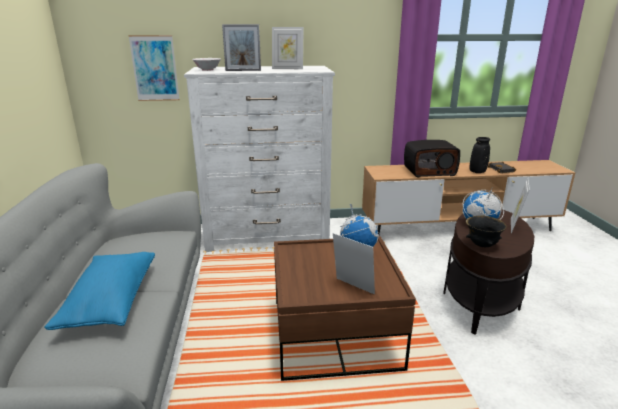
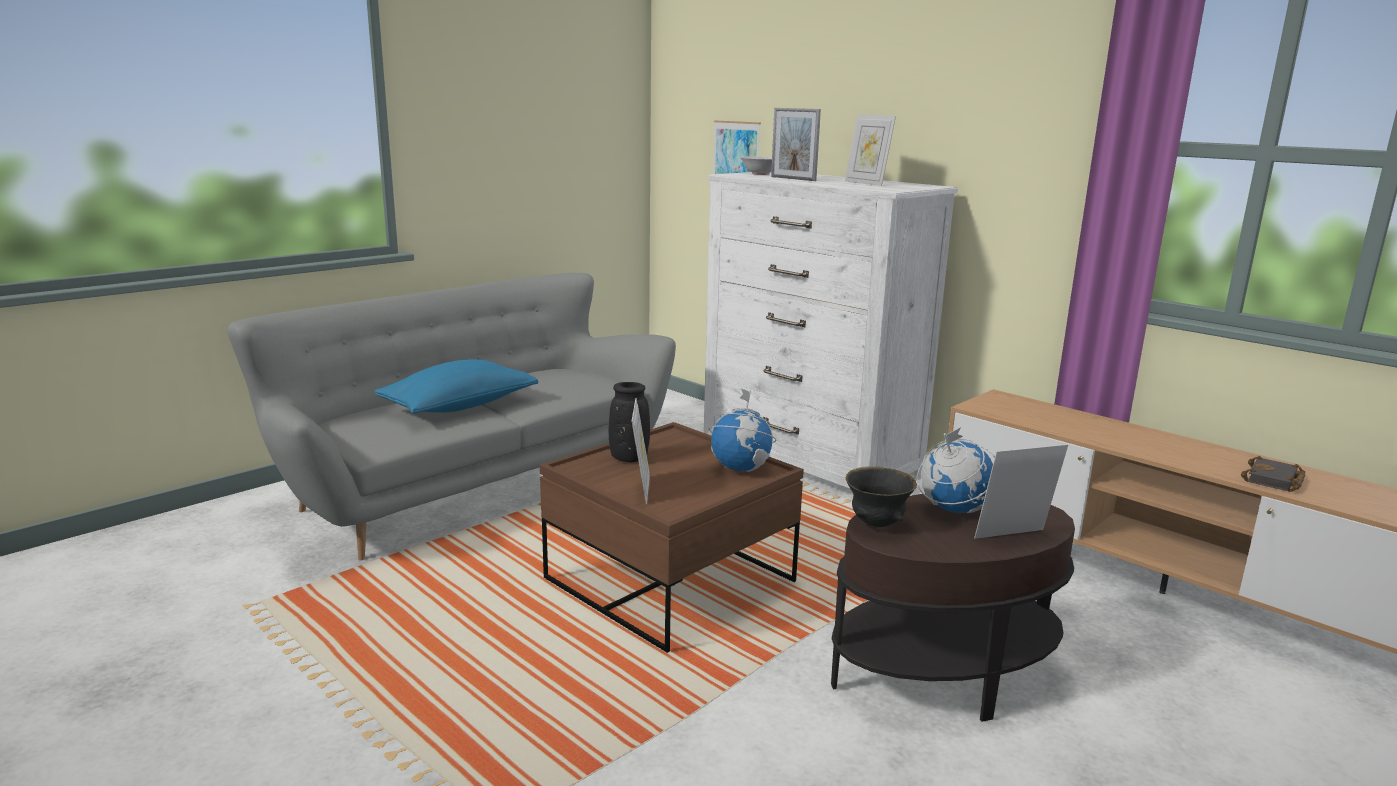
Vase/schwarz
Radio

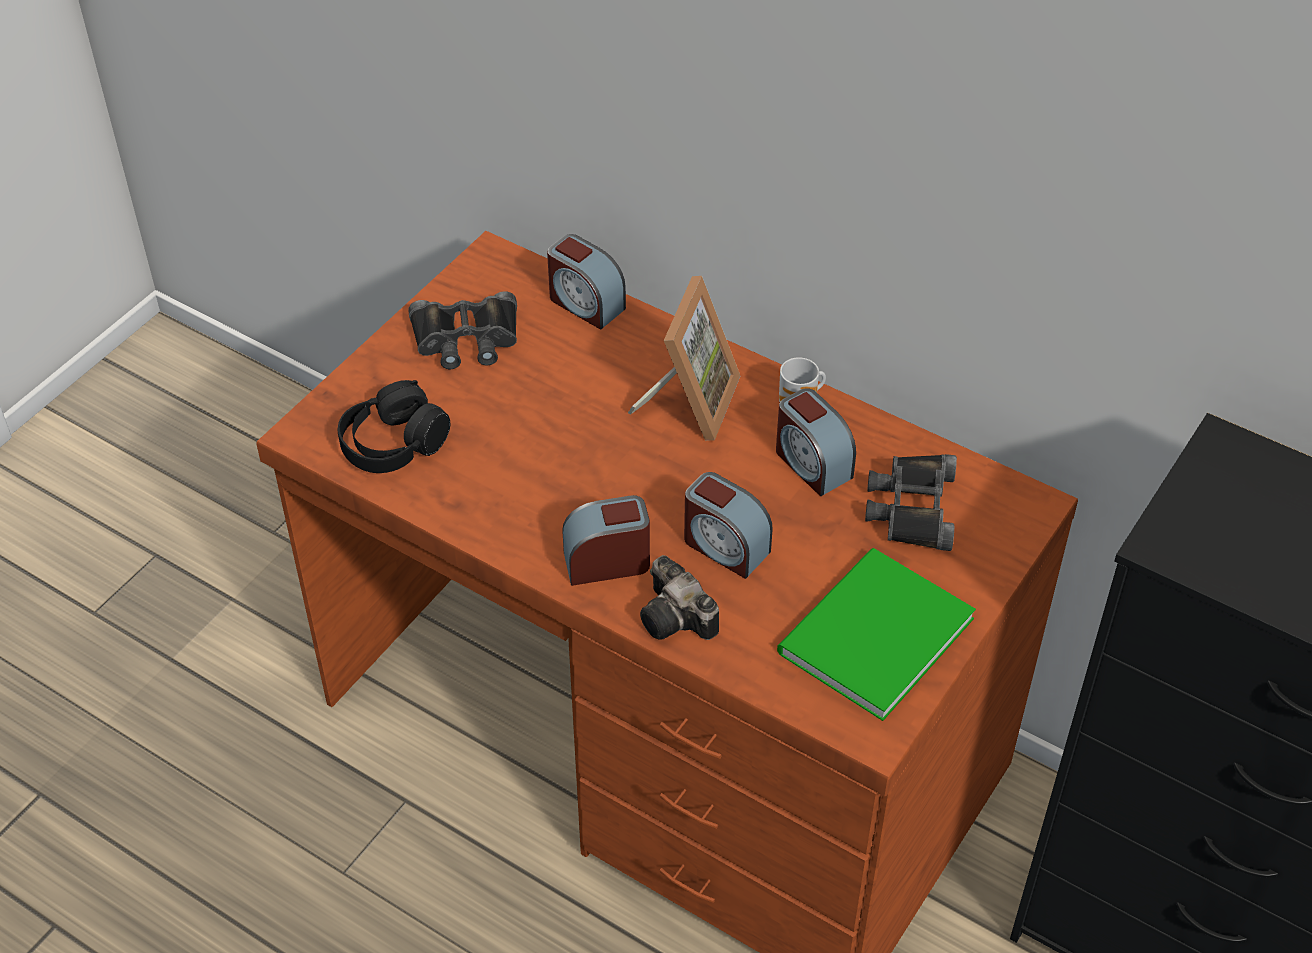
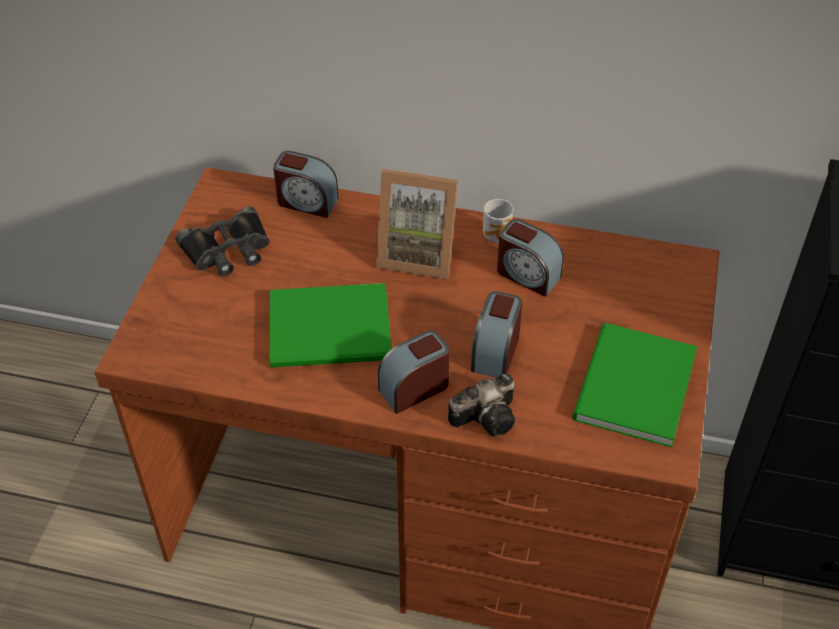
Buch/grün (1st from left)
Bilderrahmen
Kamera
Wecker (3rd from left)
Kopfhörer/schwarz
Fernglas/schwarz (2nd from left in the first image)

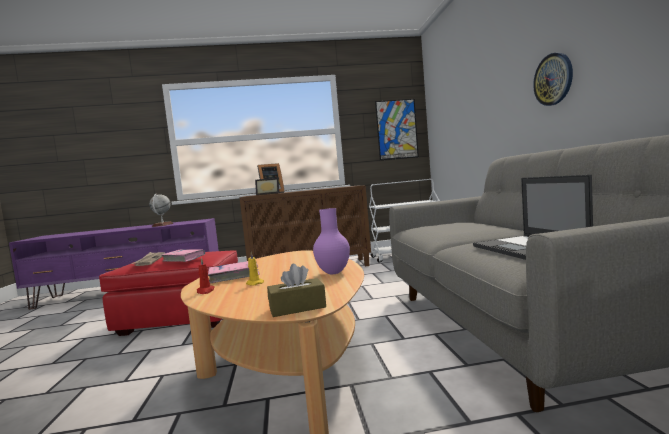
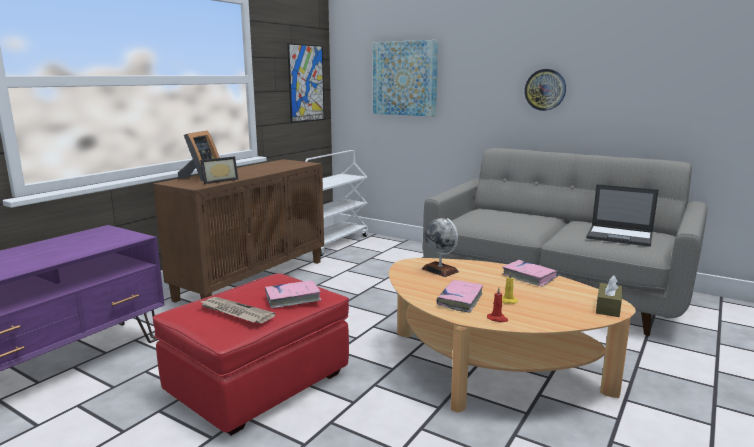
Bild (2nd from left)
Globus
Buch/rosa (3rd from left)

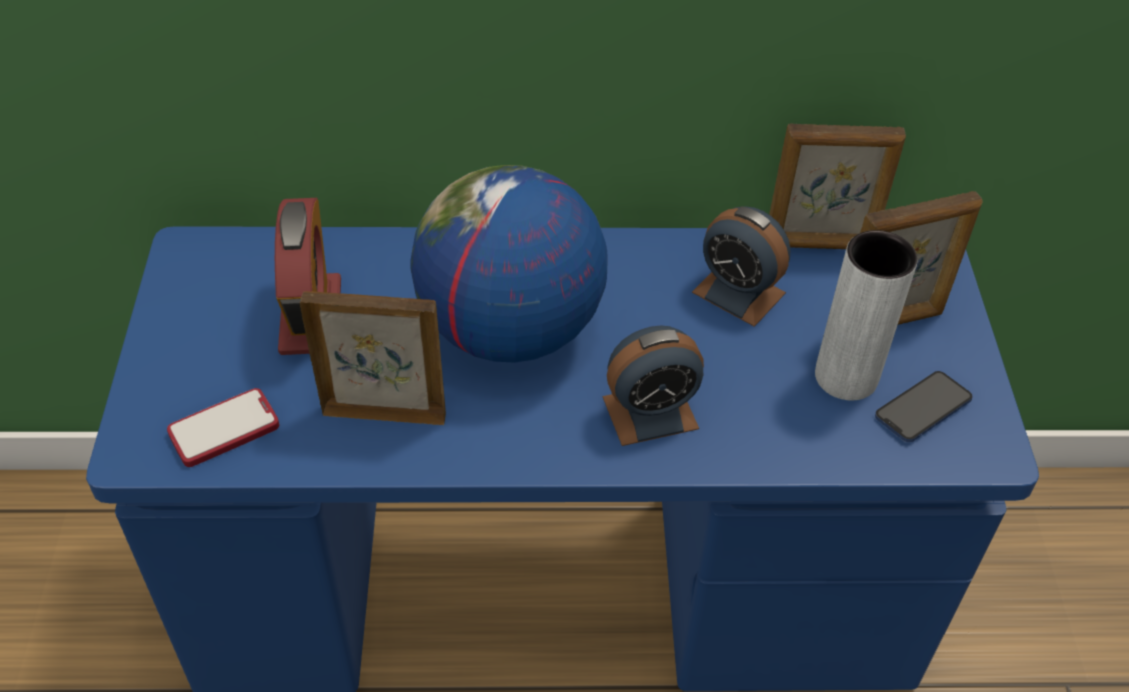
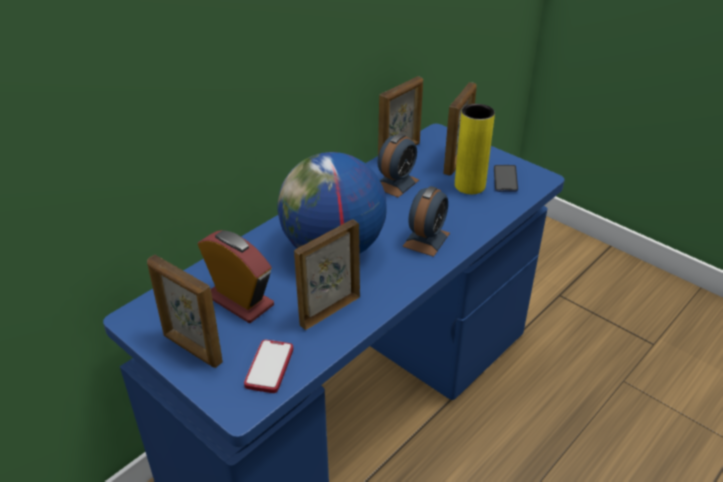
Bilderrahmen (1st from left)
Wecker (2nd from left)
Vase/gelb

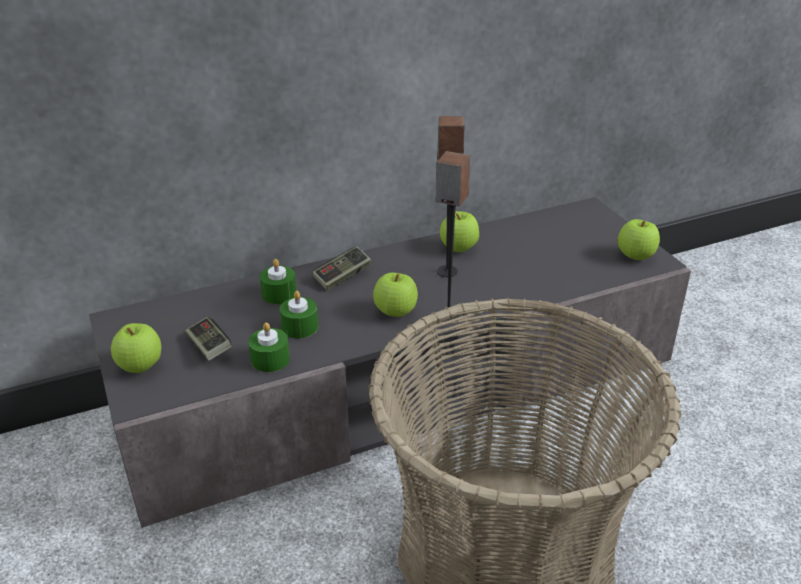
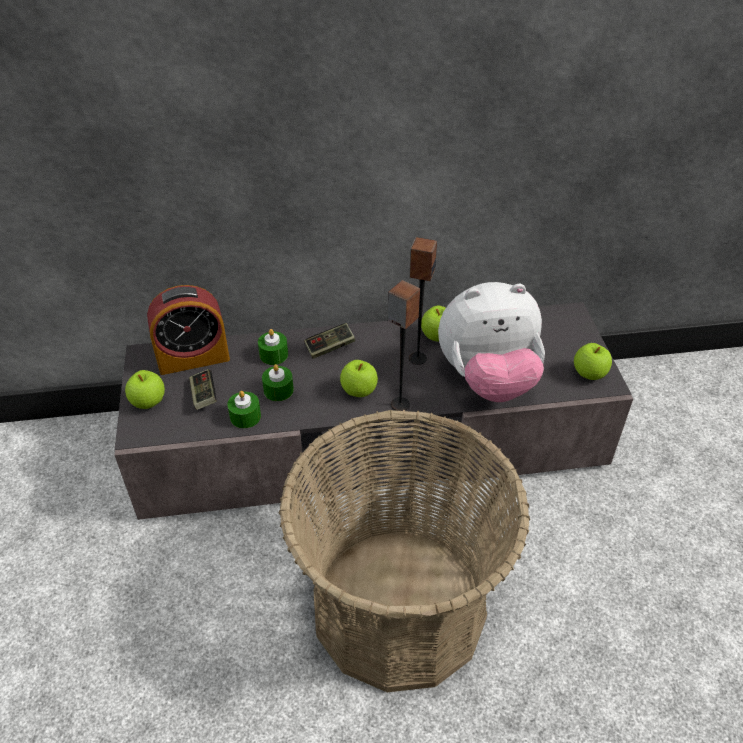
Wecker
Plüschtier

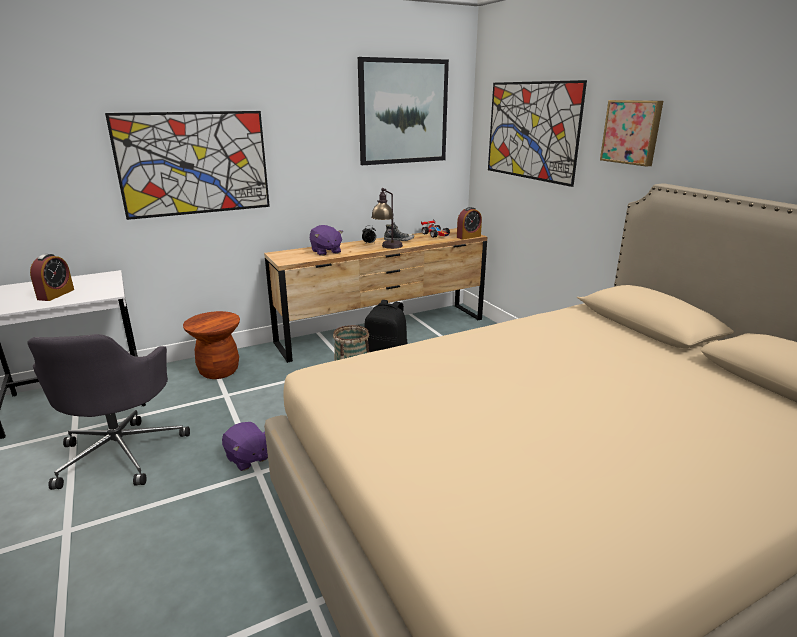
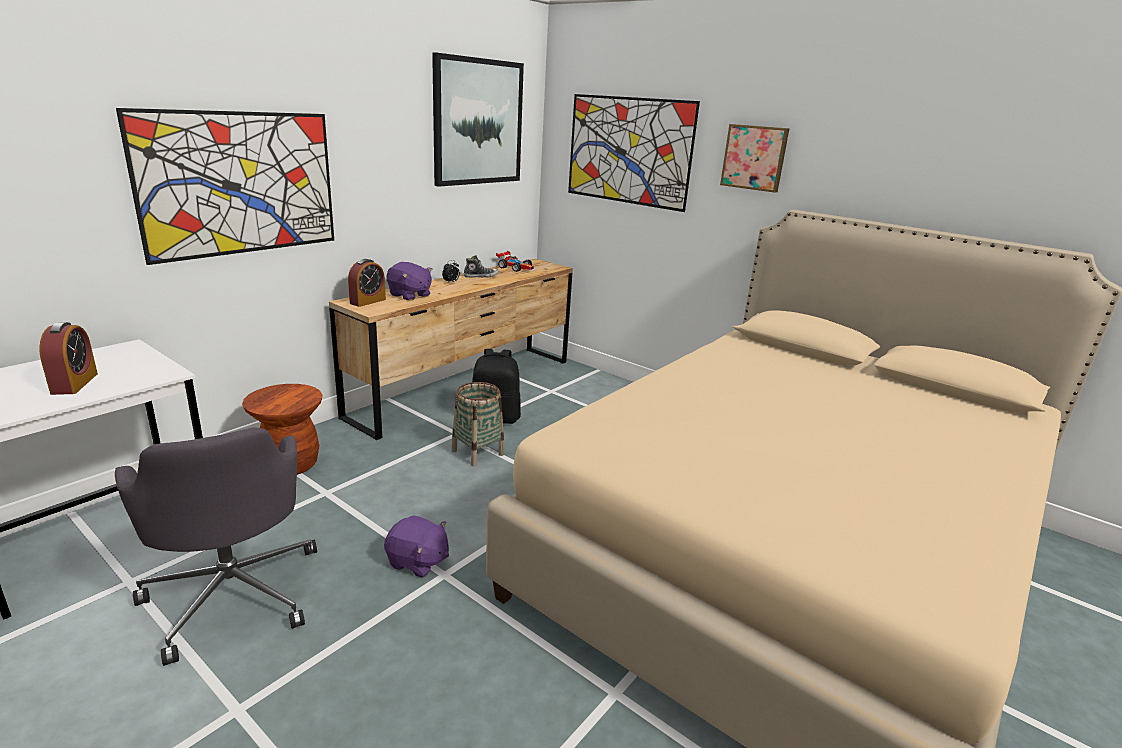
Wecker (2nd from left)
Tischlampe

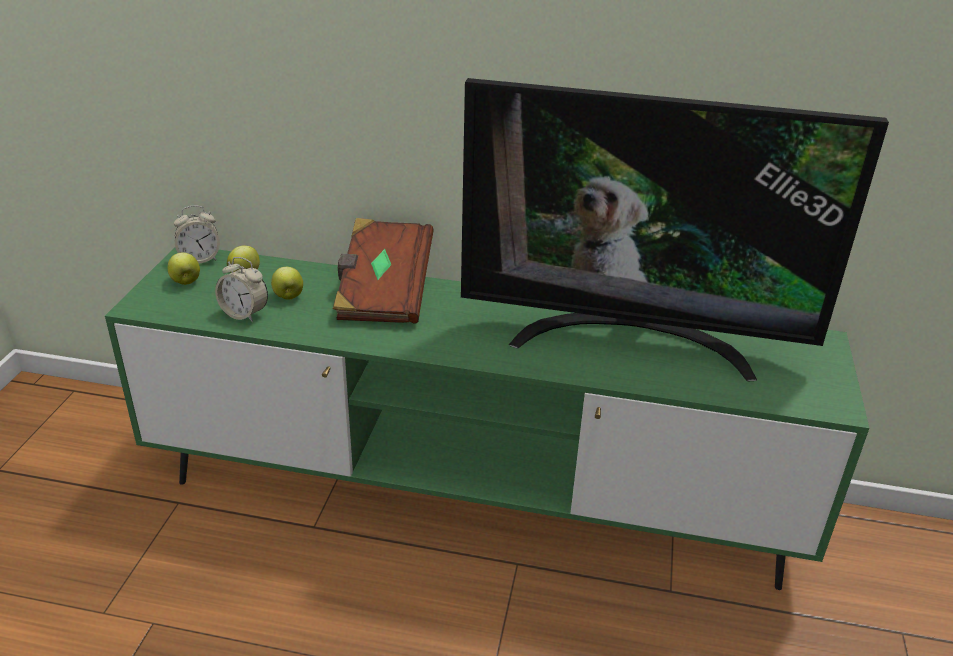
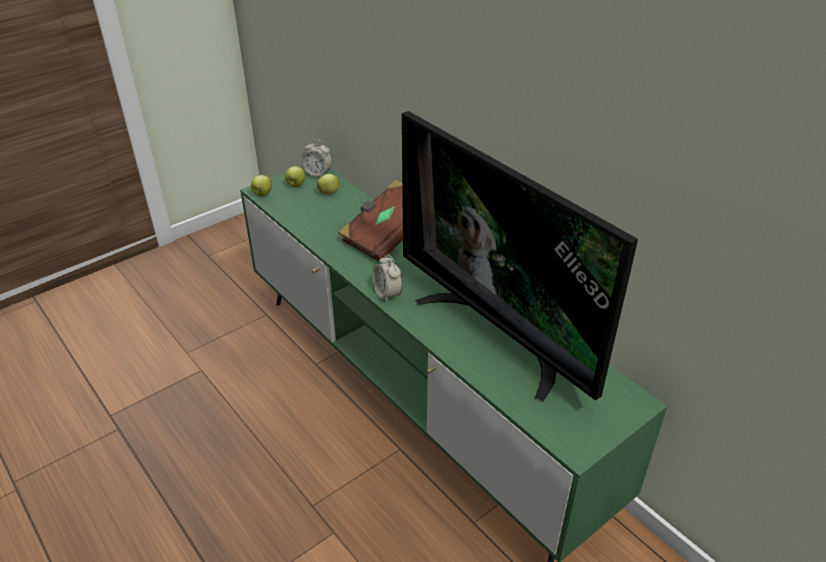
Apfel (1st from left)
Wecker (2nd from left)

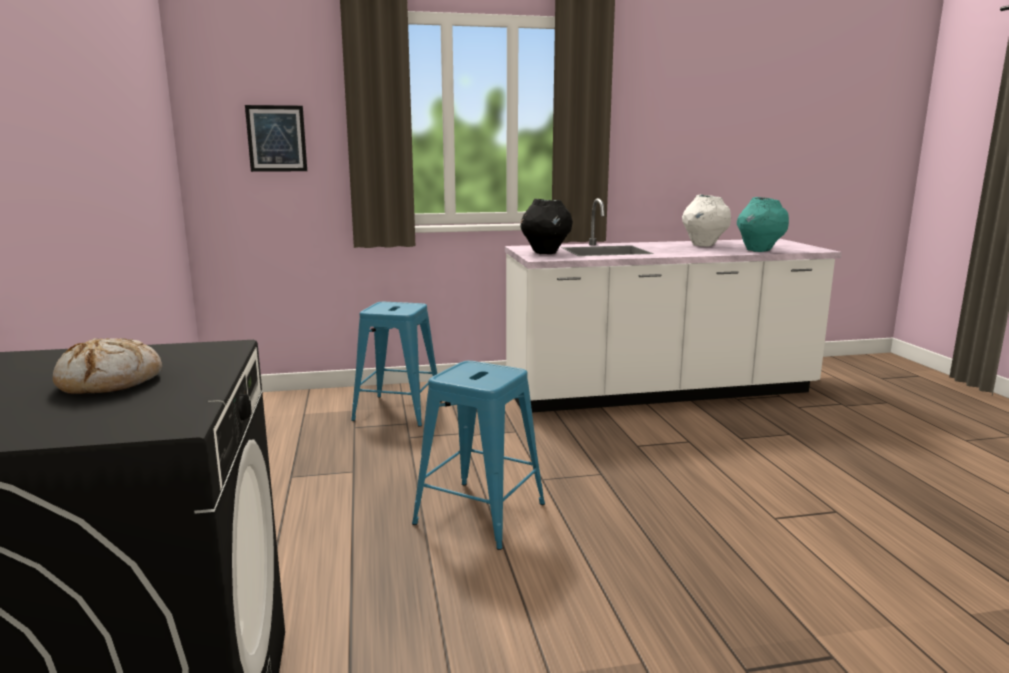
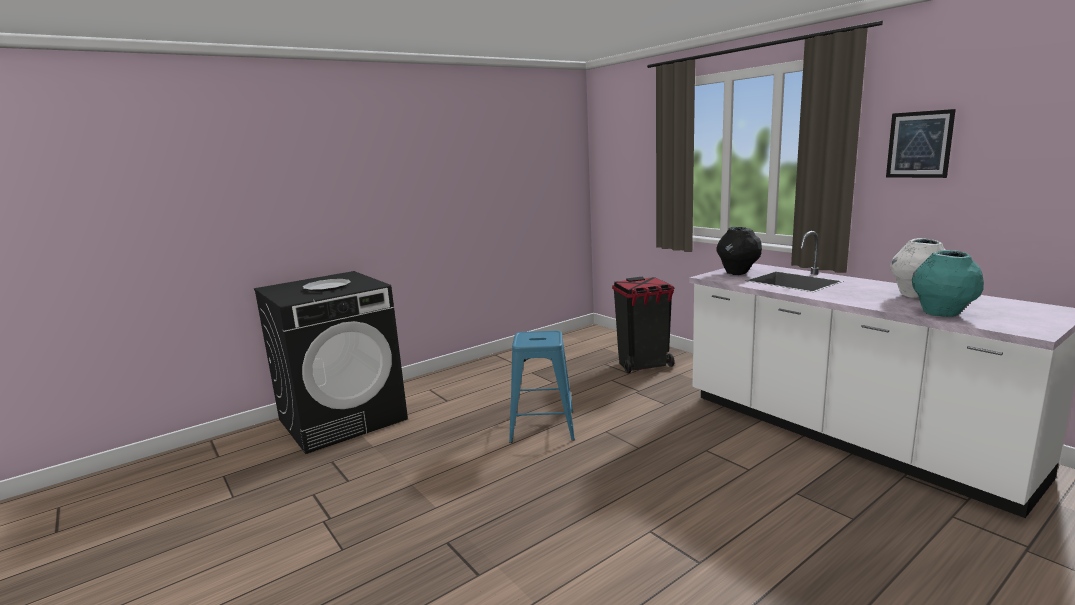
Teller
Mülleimer/schwarz
Bild

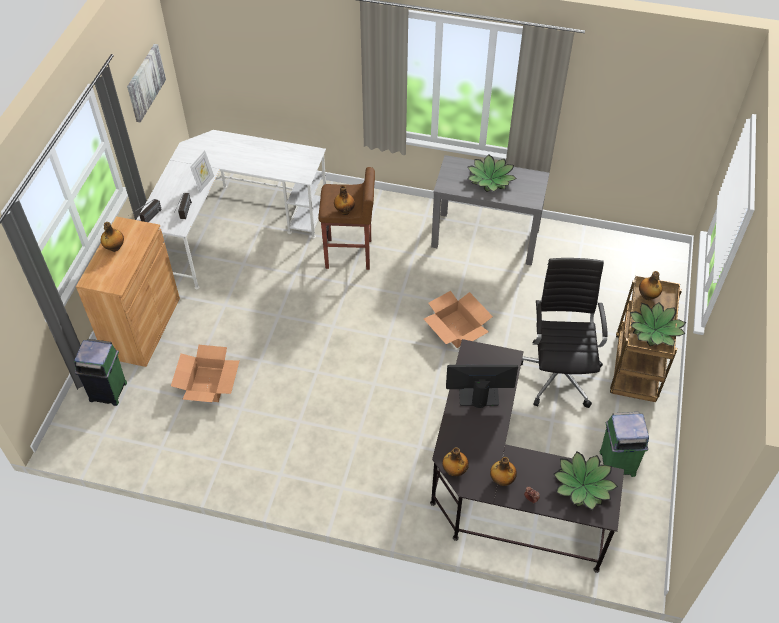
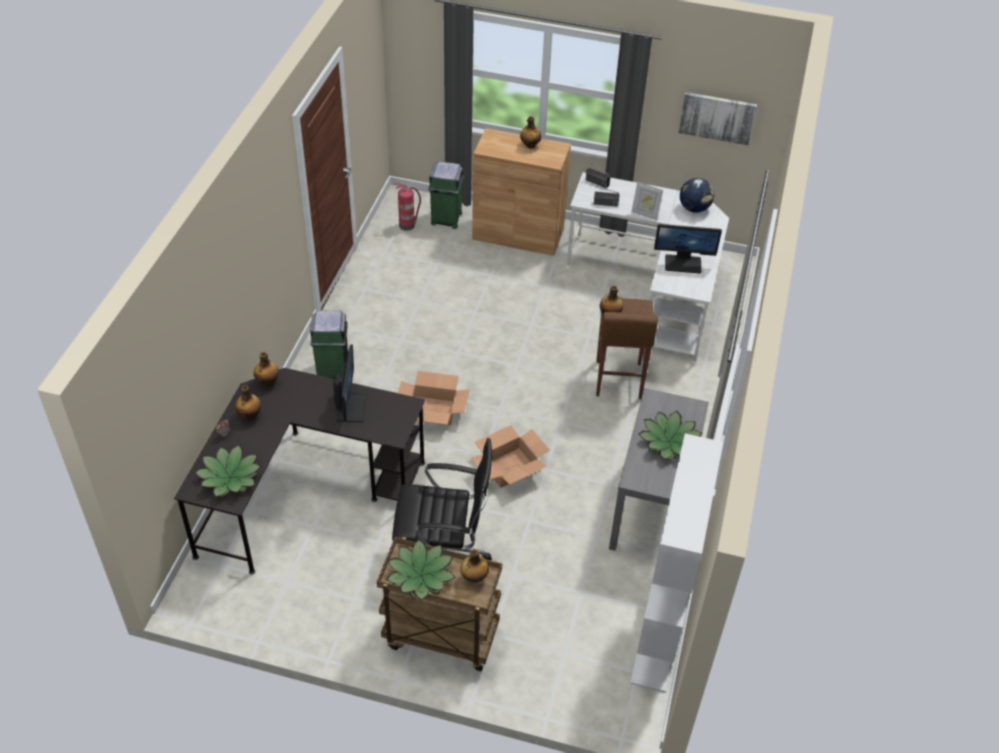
Mülleimer/grün (1st from left)
Feuerlöscher
Karton (1st from left)
Bücherregal/weiß
Monitor (2nd from left)
Globus

